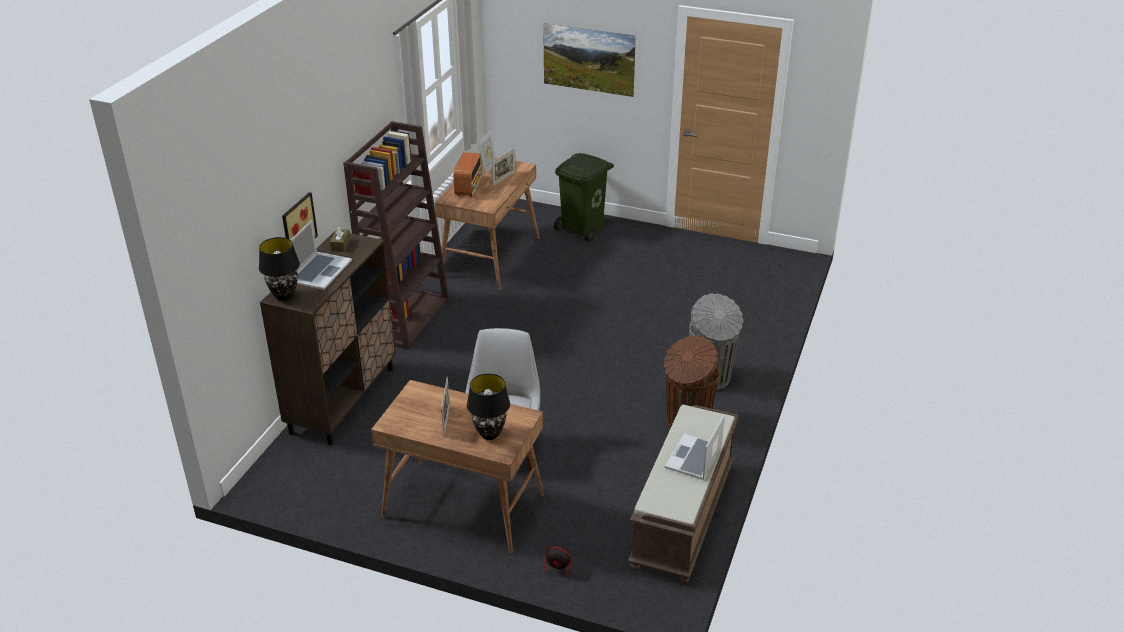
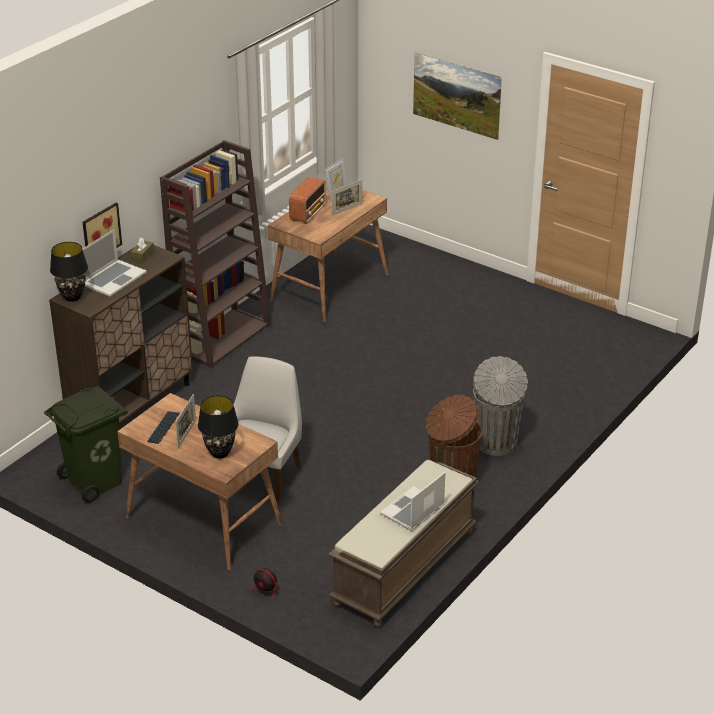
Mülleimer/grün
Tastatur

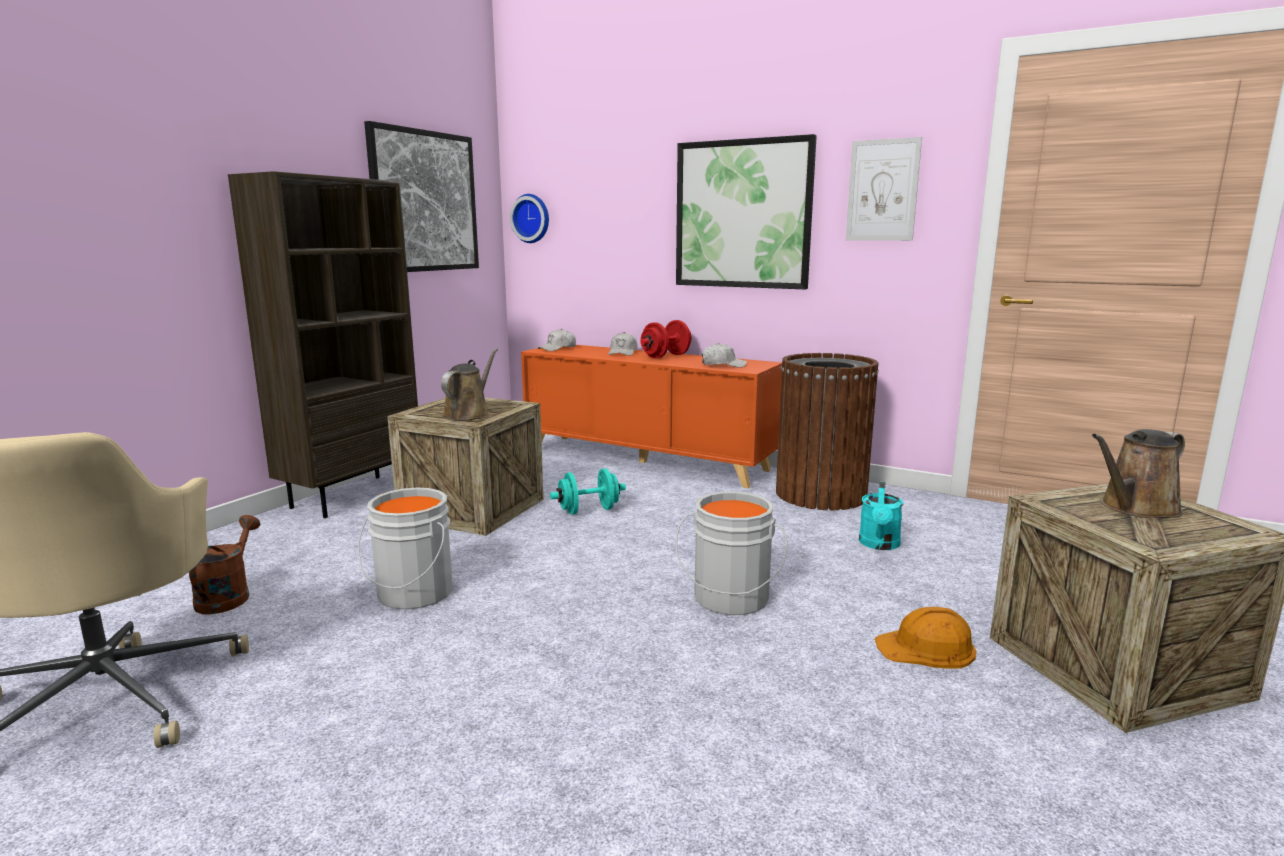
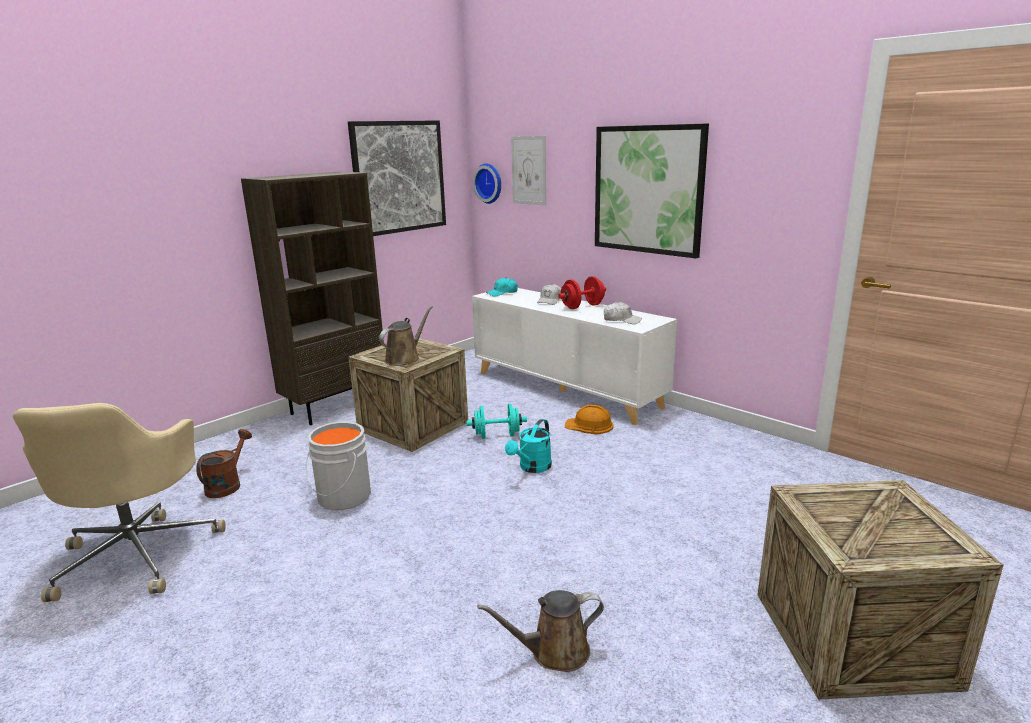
Schrank/weiß
Gießkanne/braun (3rd from left)
Kappe/türkis
Gießkanne/türkis
Bild (2nd from left)
Schutzhelm/orange
Eimer/grau (2nd from left in the first image)
Mülleimer/braun

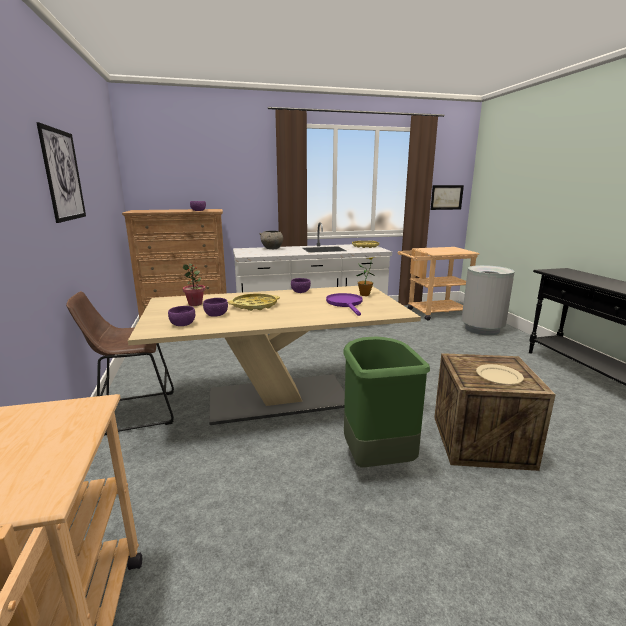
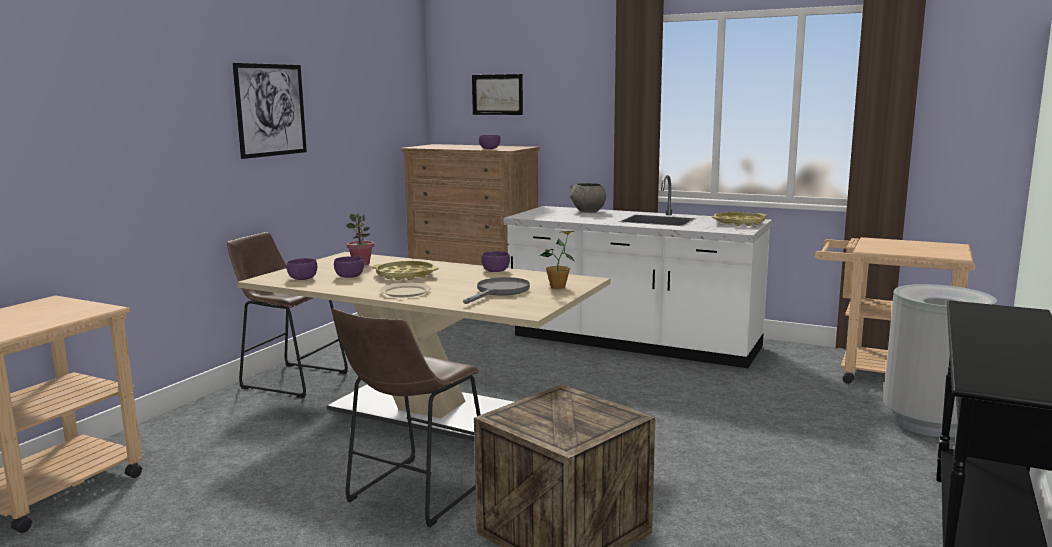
Hocker/braun (2nd from left)
Teller/beige
Pfanne/grau
Bild (2nd from left)

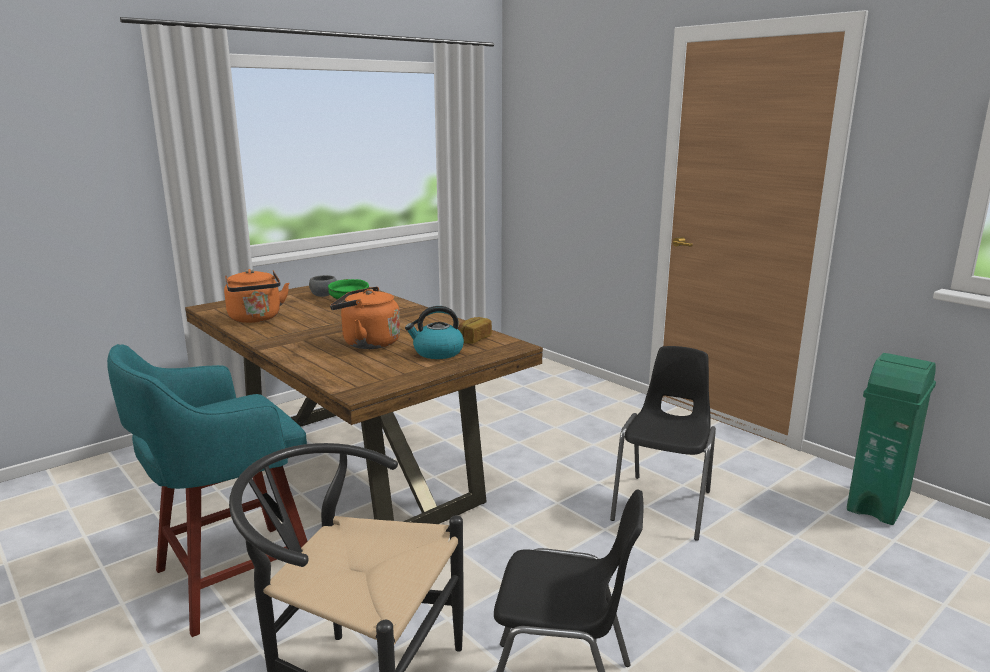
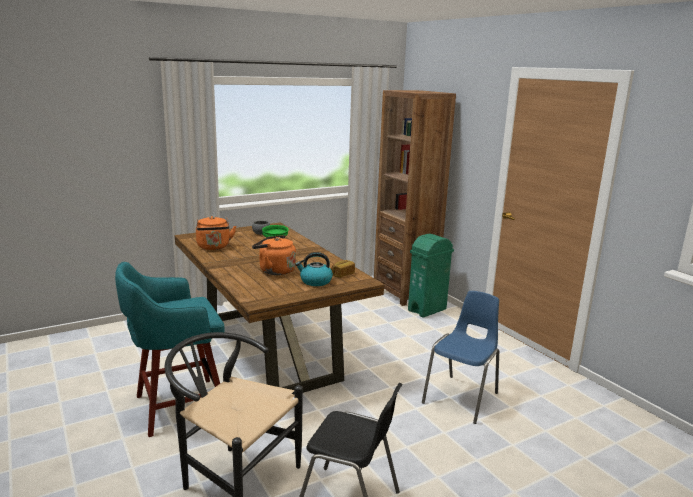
Bücherregal/braun
Mülleimer/grün
Stuhl/blau

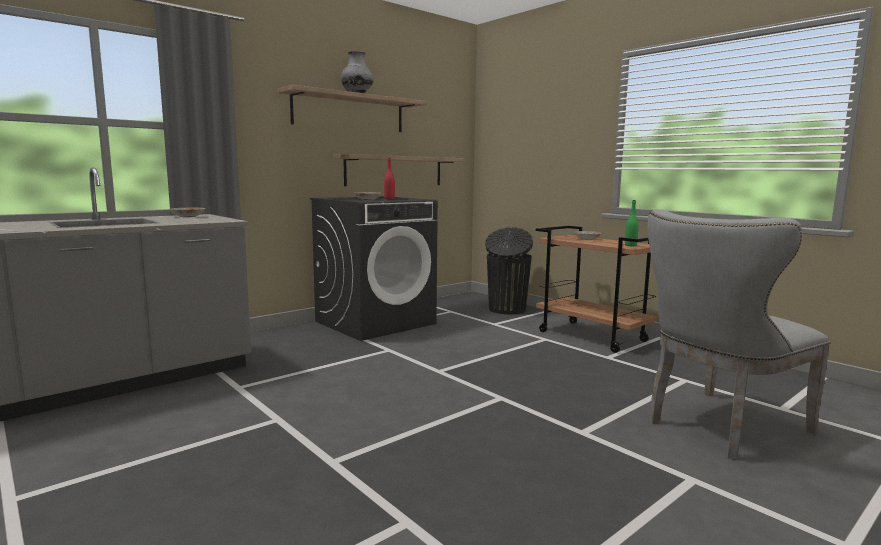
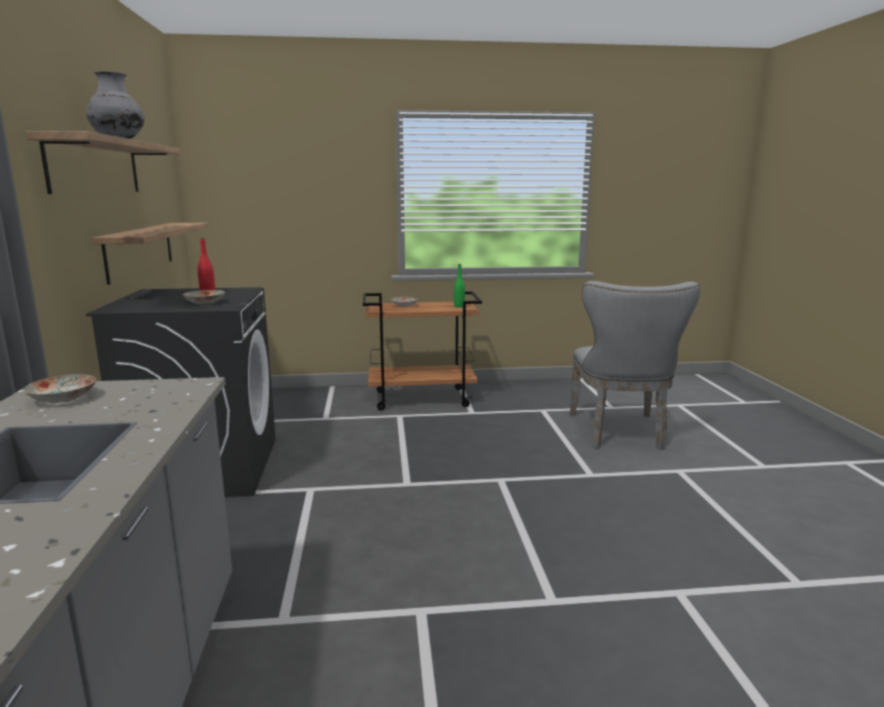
Mülleimer/schwarz

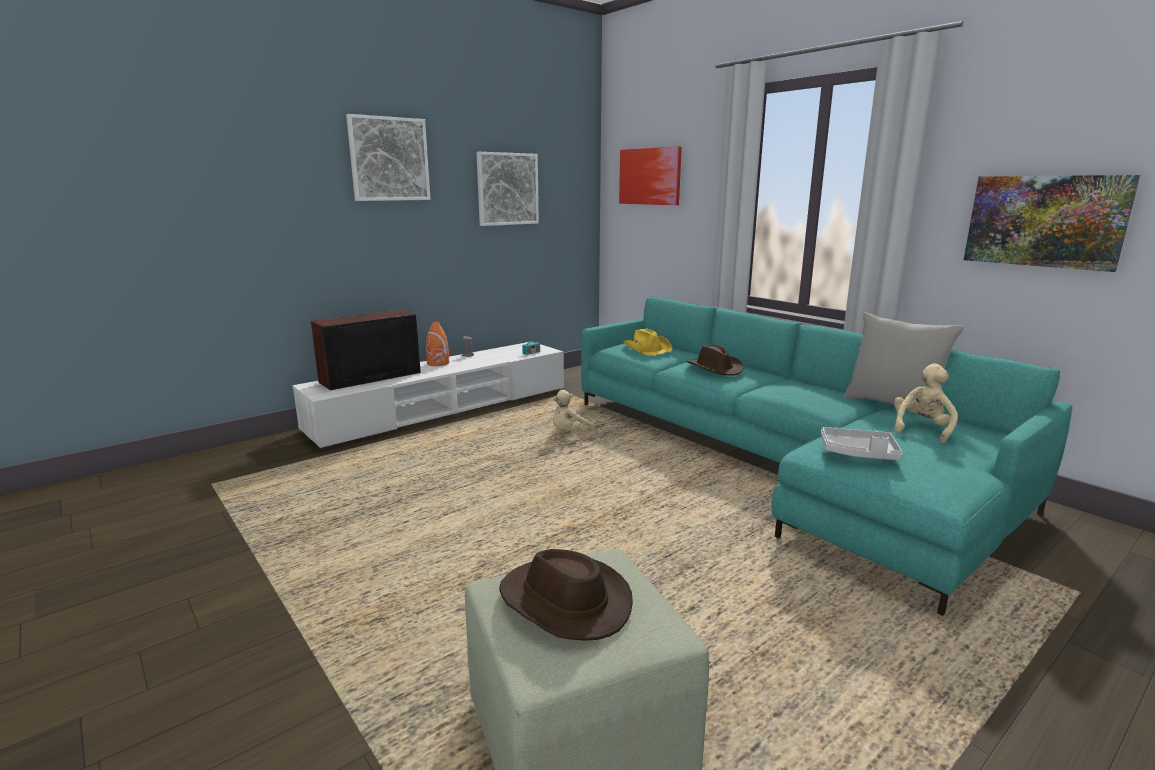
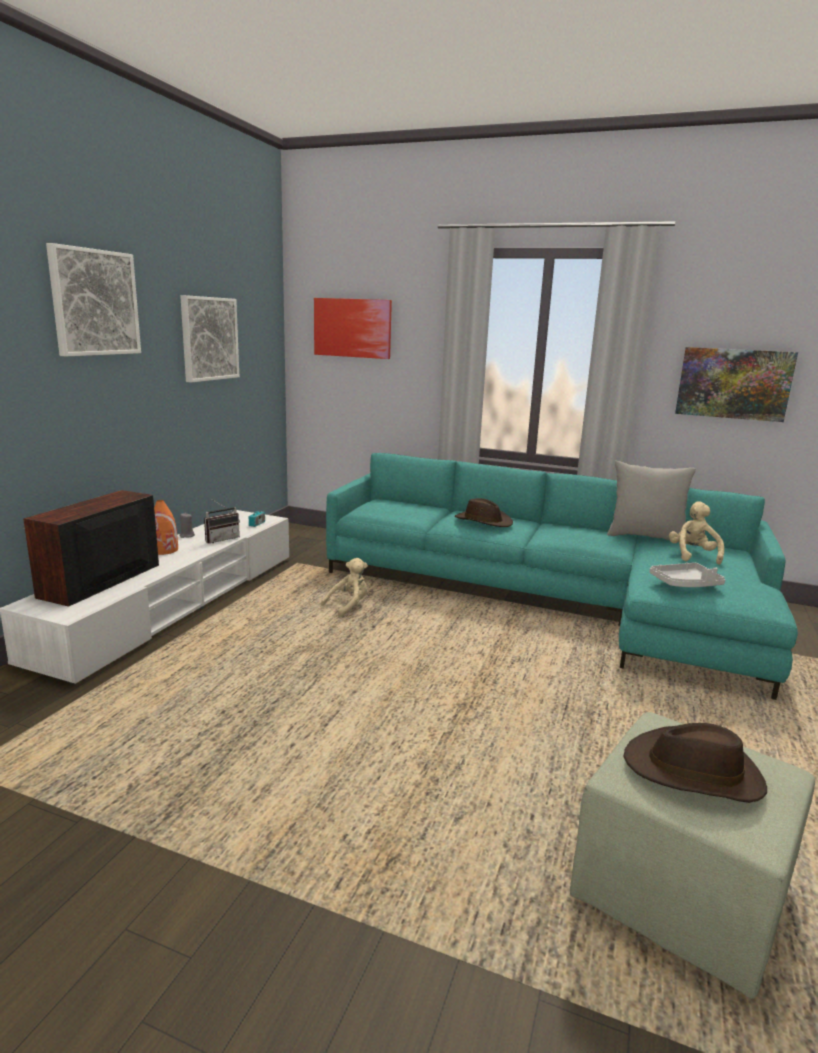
Radio (1st from left)
Plüschtier/beige (1st from left)
Hut/gelb

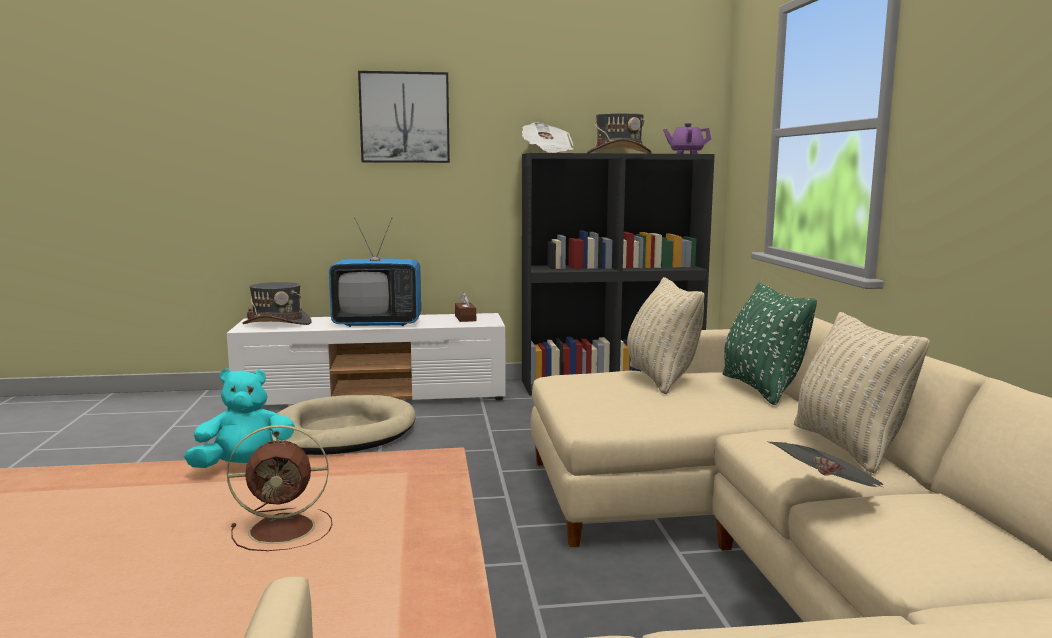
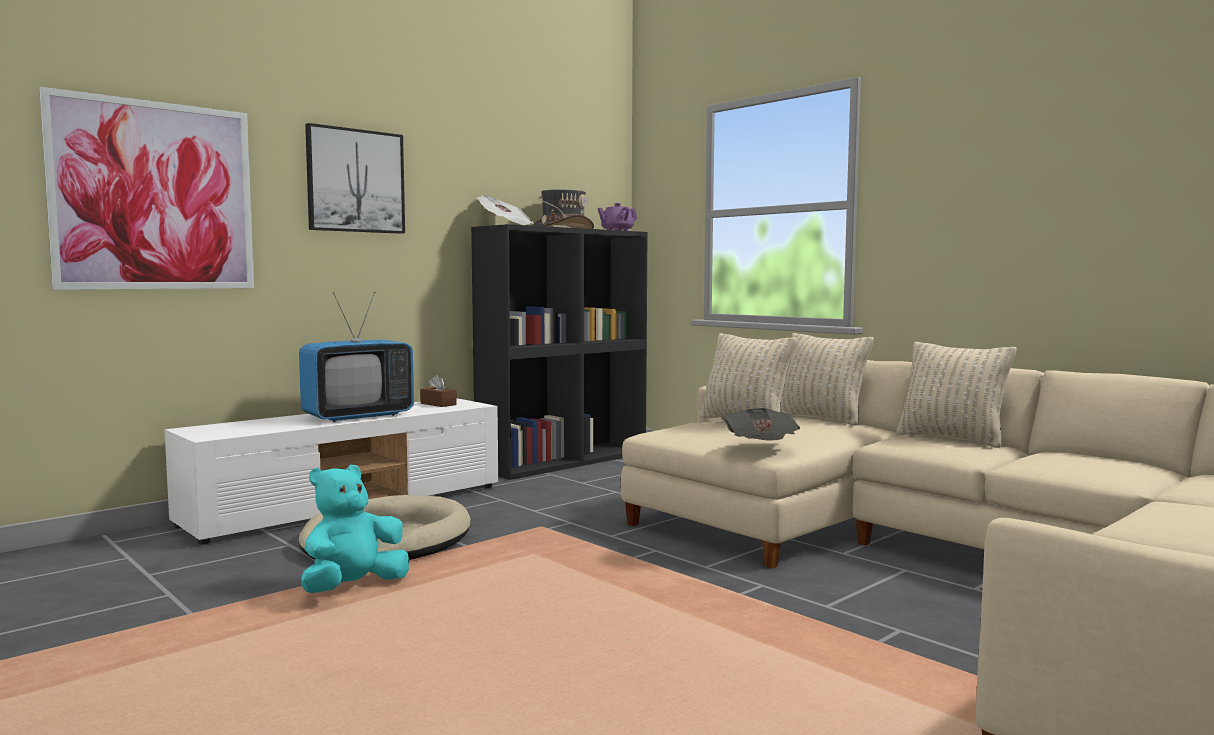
Bild (1st from left)
Zeitung (2nd from left)
Kissen/beige (2nd from left)
Ventilator/braun
Hut/grau (1st from left in the first image)

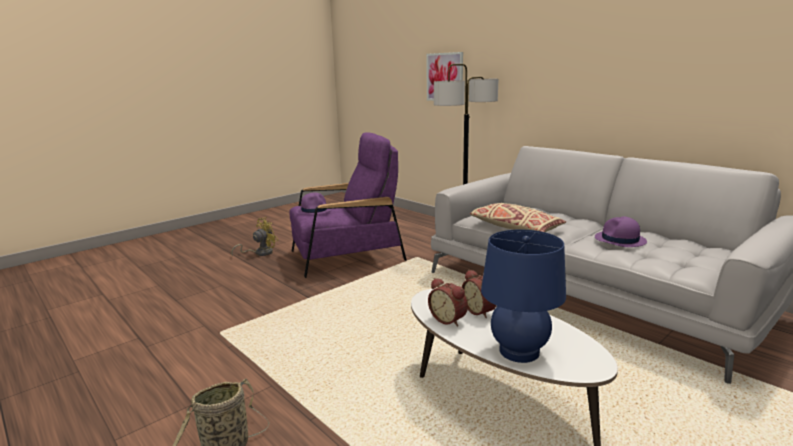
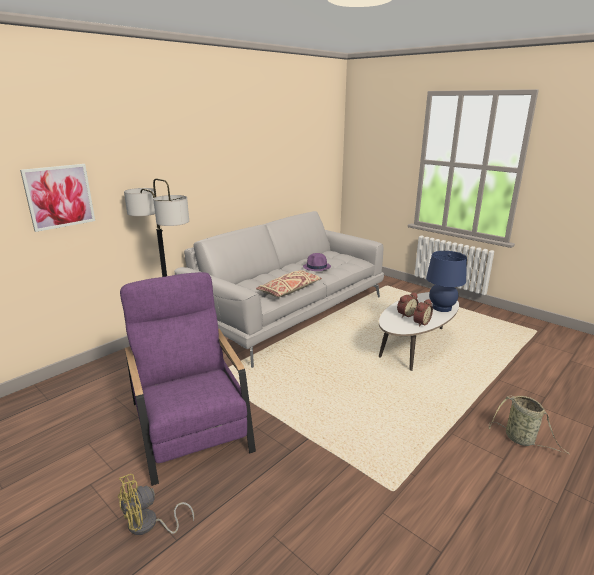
Ventilator/gelb
Hut/lila (1st from left in the first image)

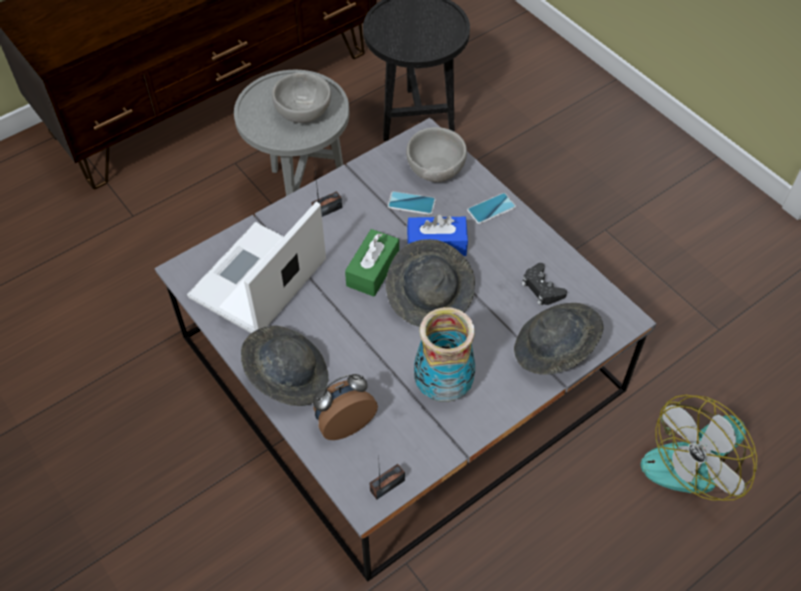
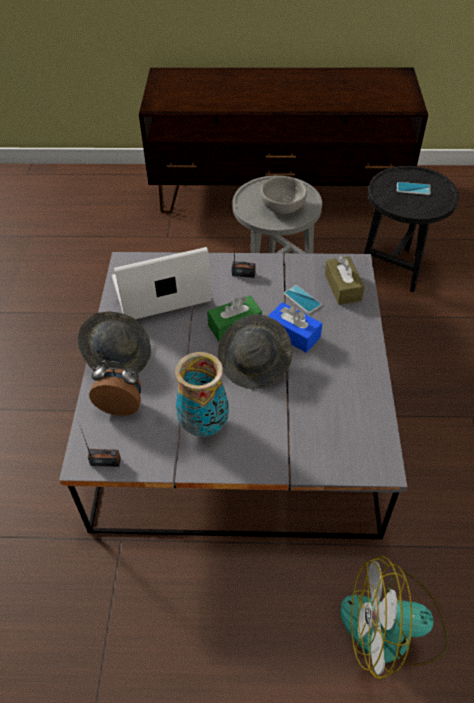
Taschentuchbox/braun
Handy (2nd from left)
Hut/grau (3rd from left in the first image)
Gamepad/schwarz

